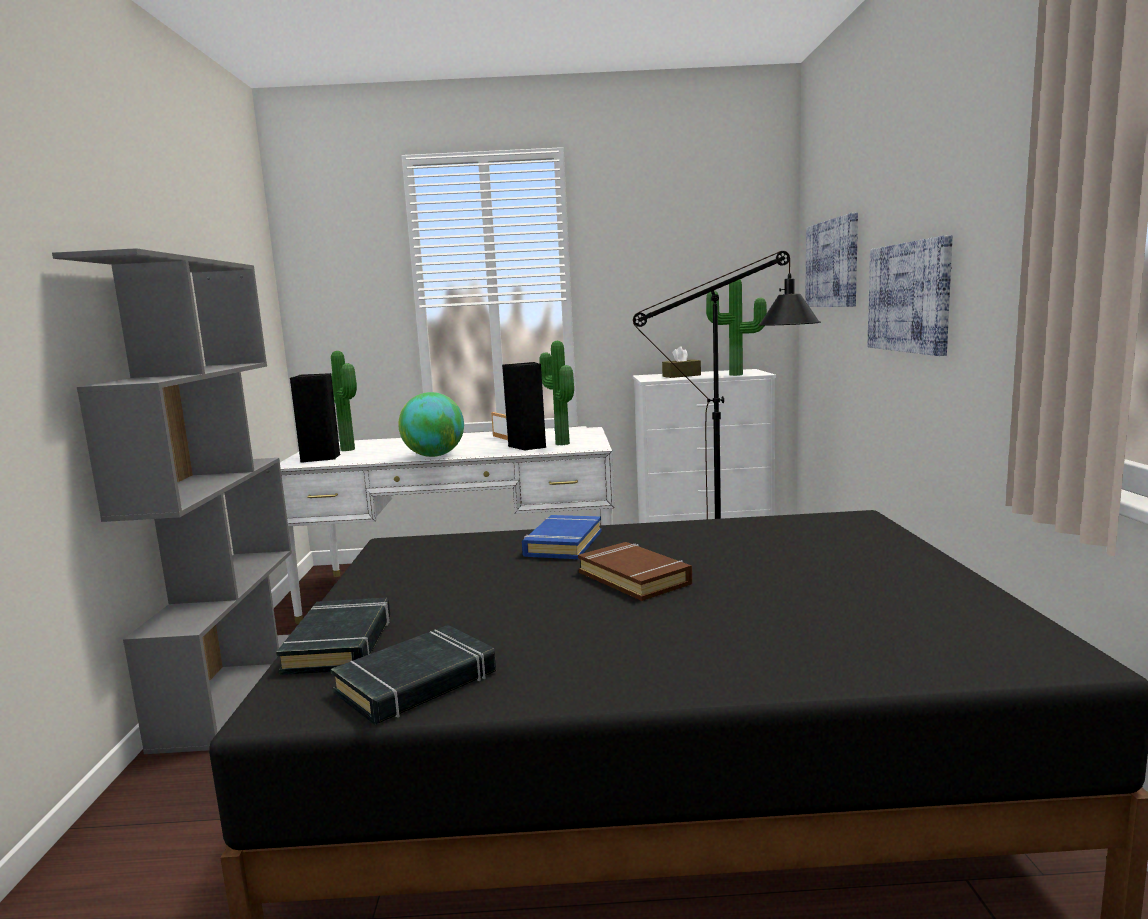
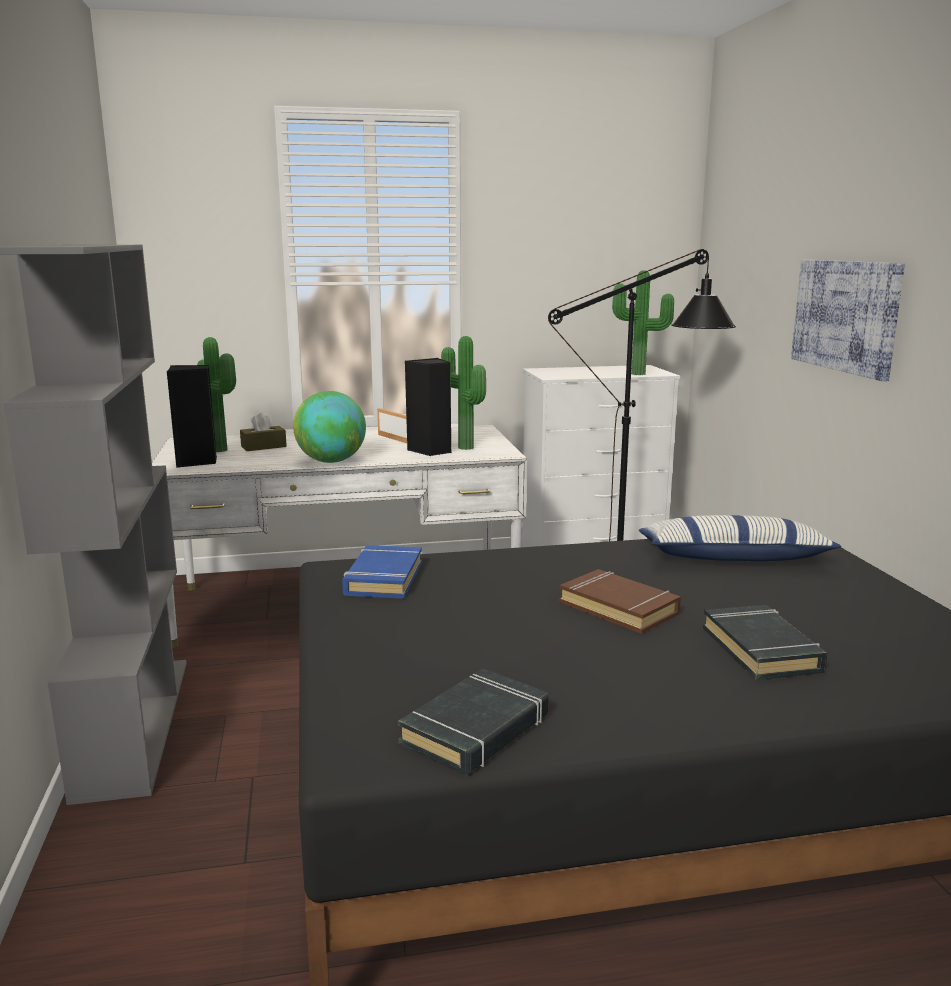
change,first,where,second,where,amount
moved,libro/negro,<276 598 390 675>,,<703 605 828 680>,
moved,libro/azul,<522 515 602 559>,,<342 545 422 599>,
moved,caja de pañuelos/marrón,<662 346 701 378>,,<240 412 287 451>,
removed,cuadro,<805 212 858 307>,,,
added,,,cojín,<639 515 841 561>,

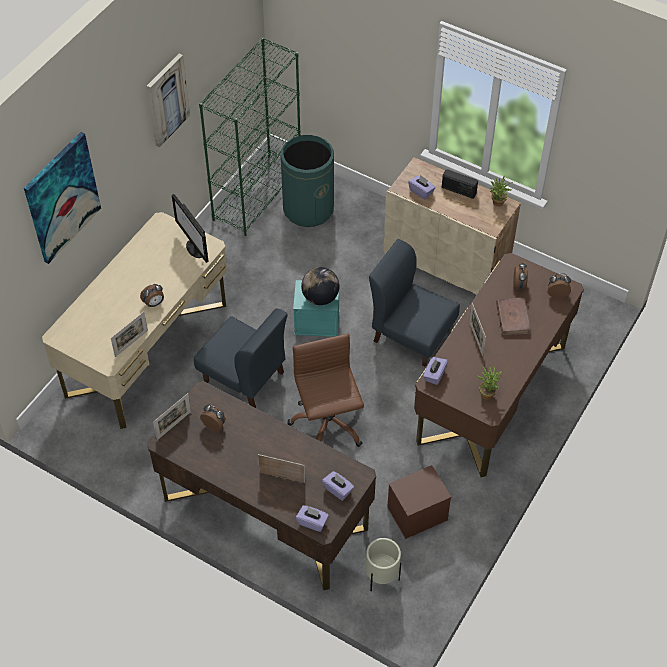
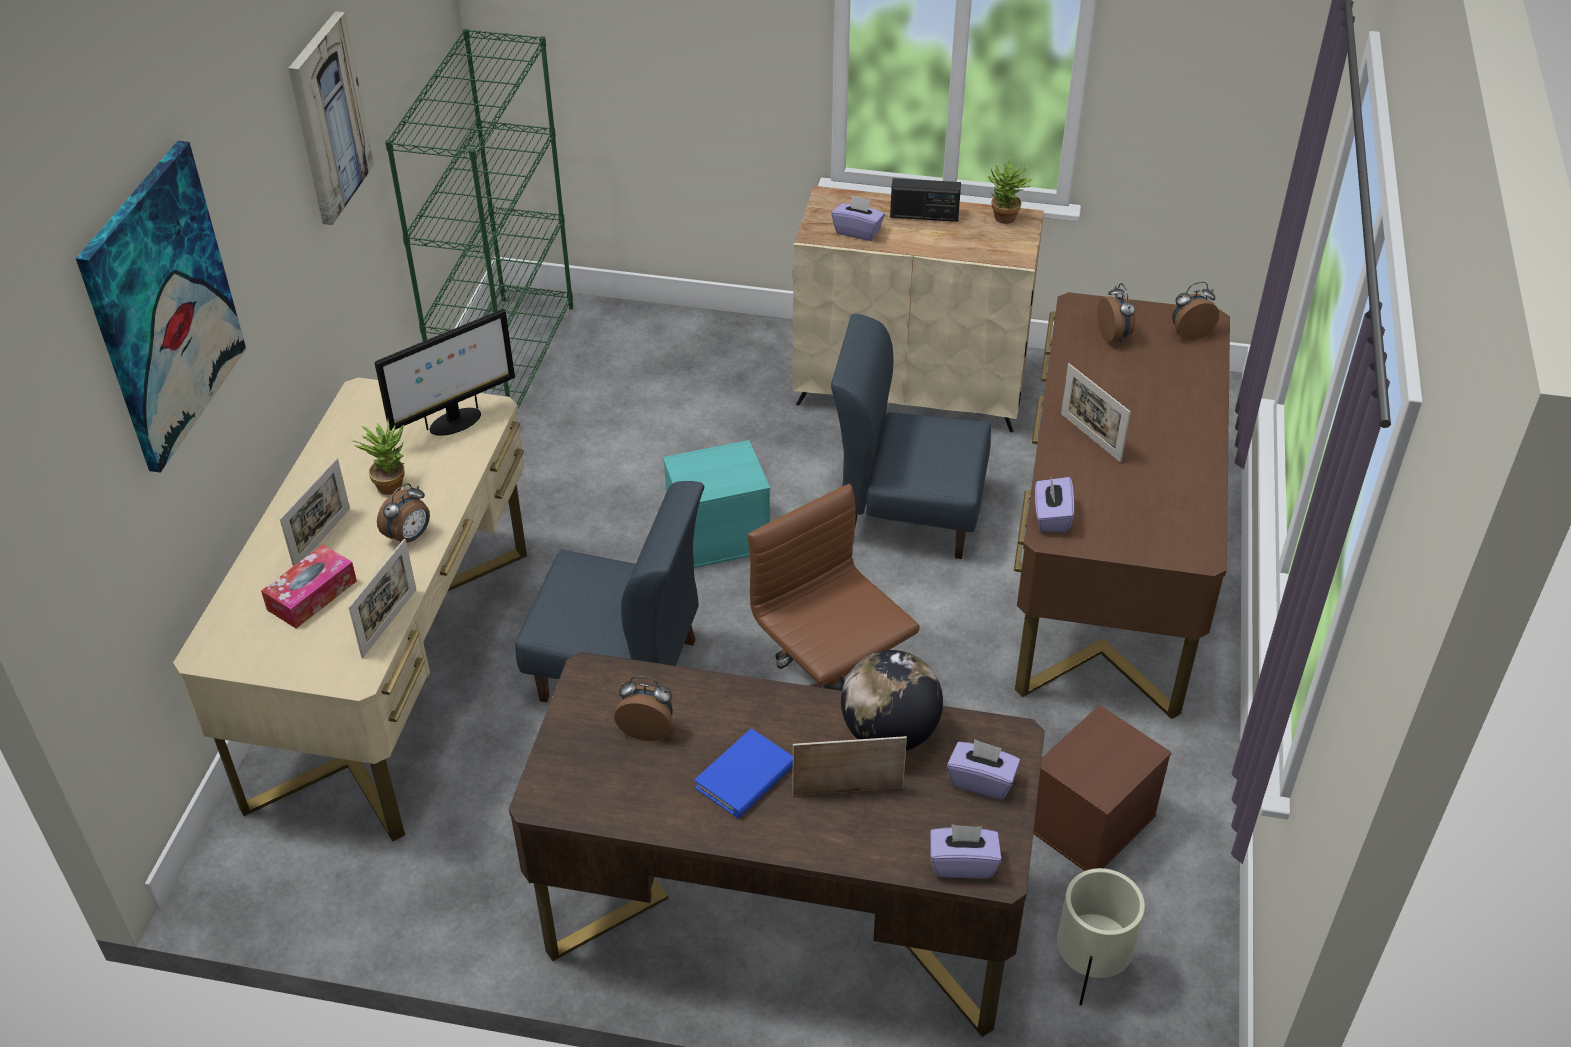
change,first,where,second,where,amount
moved,portarretratos,<153 393 191 440>,,<280 458 350 566>,
turned,monitor,<172 194 208 263>,,<375 309 515 436>,75 degrees counterclockwise
removed,papelera/verde,<281 135 334 227>,,,
moved,globo terráqueo,<301 267 340 305>,,<841 650 943 751>,
moved,planta en maceta,<477 366 502 399>,,<352 419 405 495>,
removed,libro/marrón,<496 298 531 335>,,,
added,,,caja de pañuelos,<261 544 357 629>,
added,,,libro/azul,<694 728 793 818>,

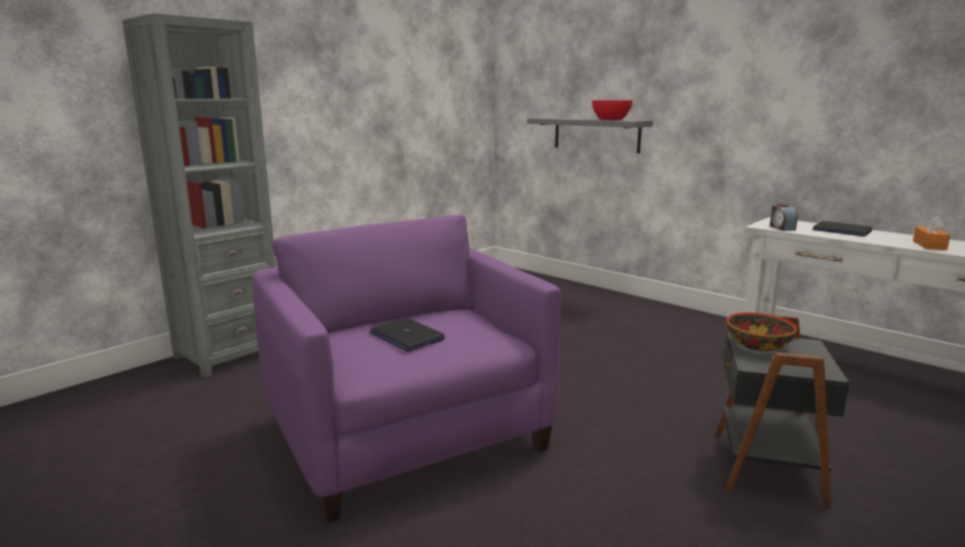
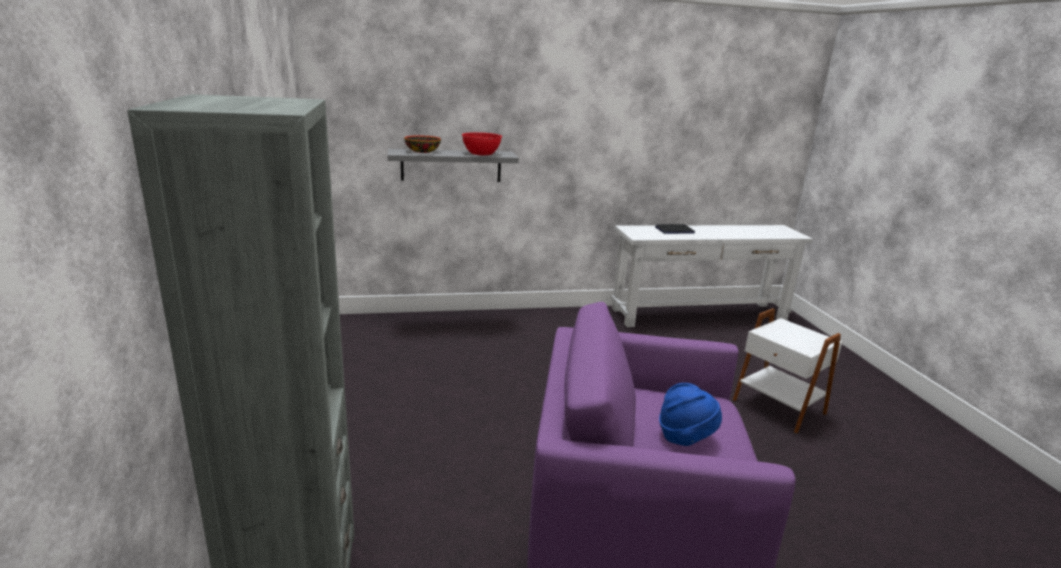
change,first,where,second,where,amount
replaced,portátil,<369 318 445 352>,sombrero/azul,<659 383 722 446>,
recoloured,mesa auxiliar/negro,<716 315 850 508>,mesa auxiliar/blanco,<733 308 842 434>,
moved,cuenco,<726 312 797 351>,,<404 135 441 153>,
removed,despertador,<770 204 798 231>,,,
removed,caja de pañuelos/naranja,<913 216 951 250>,,,

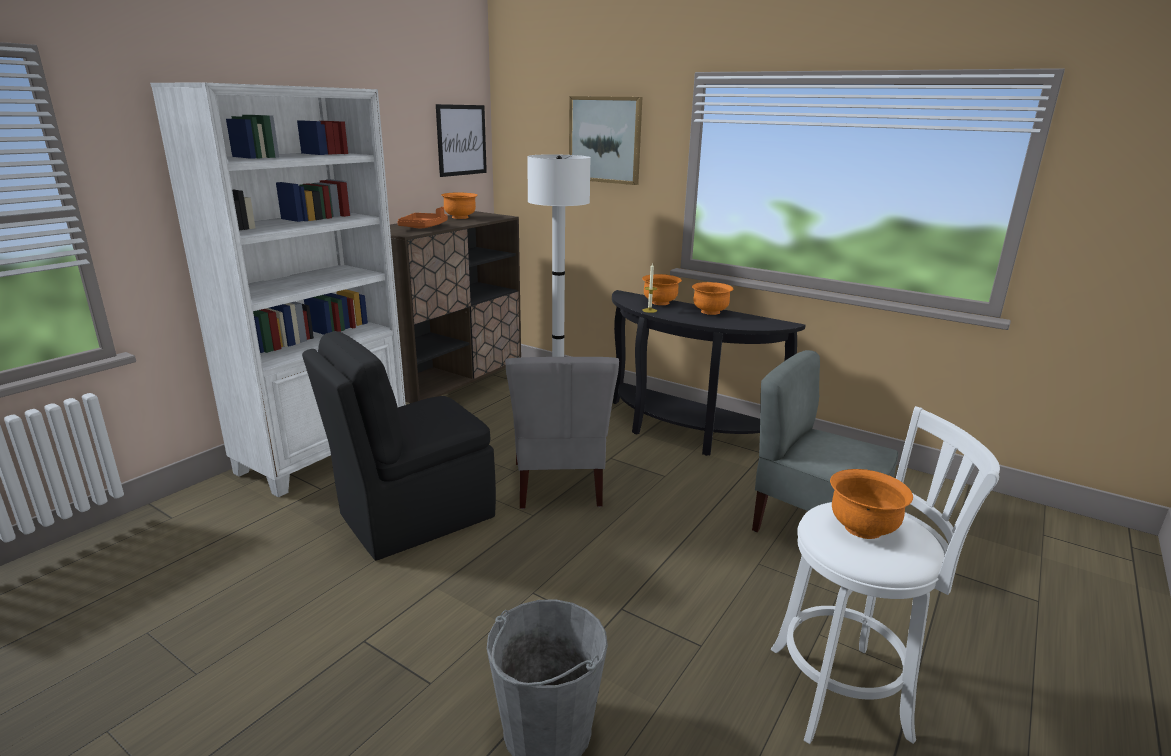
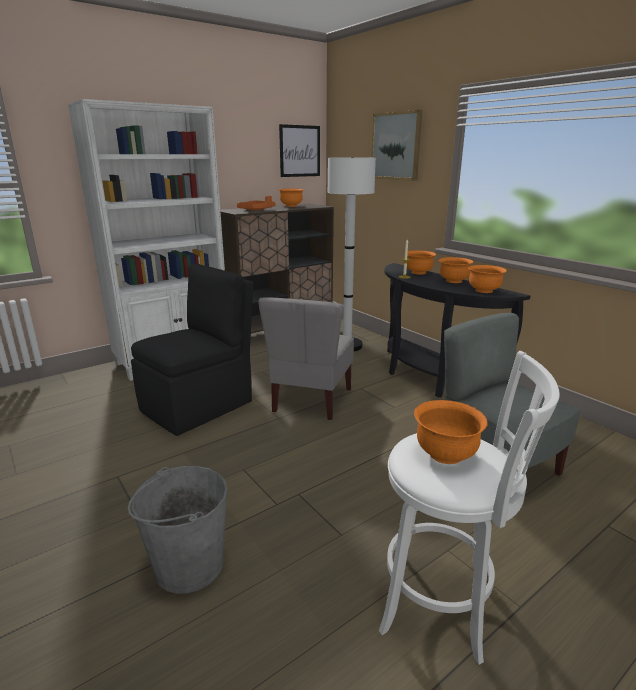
change,first,where,second,where,amount
turned,silla/negro,<302 331 496 561>,,<131 264 254 436>,150 degrees clockwise
added,,,cuenco/naranja,<468 265 507 293>,

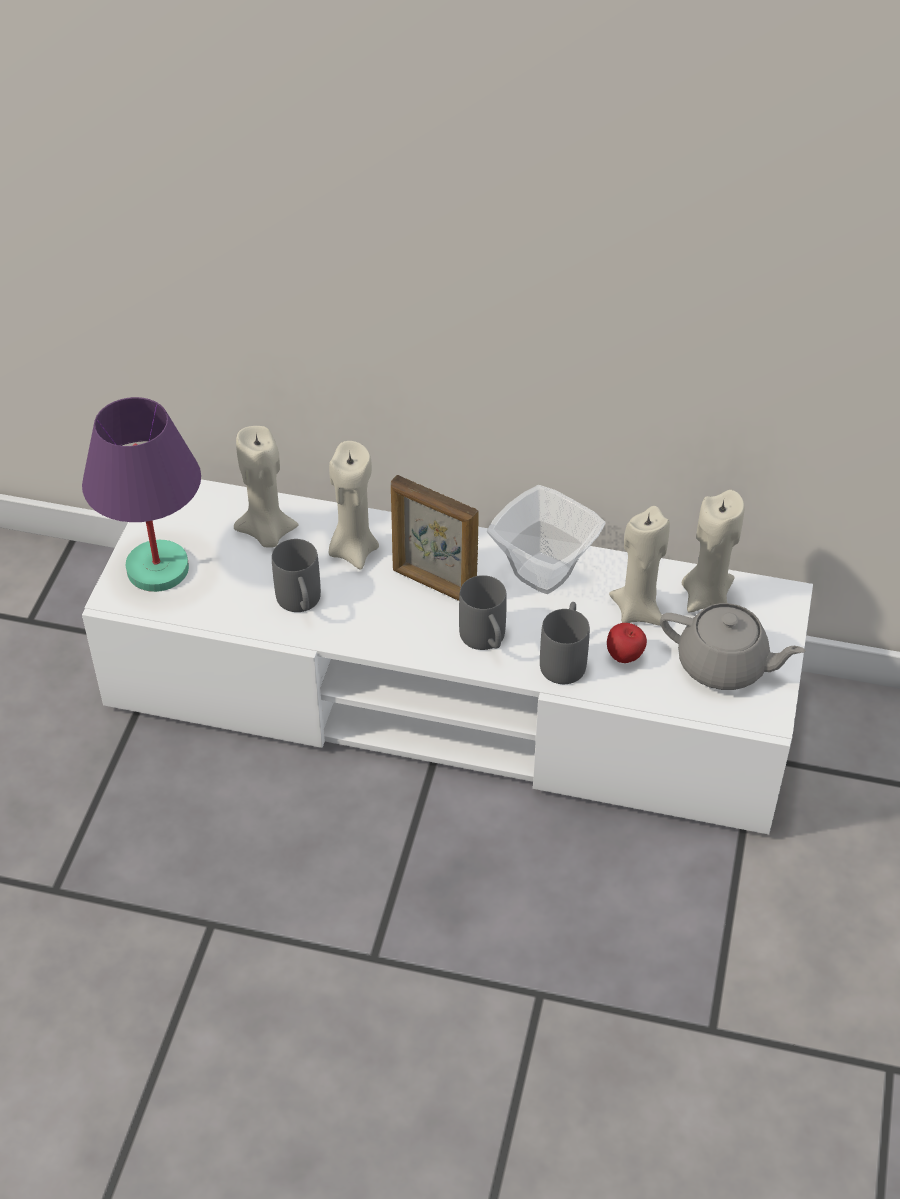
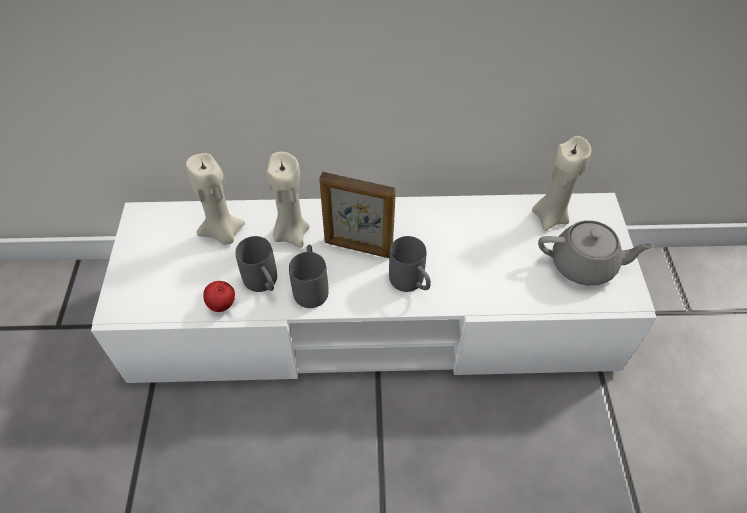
change,first,where,second,where,amount
removed,lámpara de mesa/morado,<82 397 201 592>,,,
removed,cuenco,<487 485 606 594>,,,
moved,taza grande/gris,<540 602 590 684>,,<289 244 329 308>,
moved,manzana,<607 623 647 663>,,<203 281 235 312>,
removed,vela/beis,<609 506 670 626>,,,

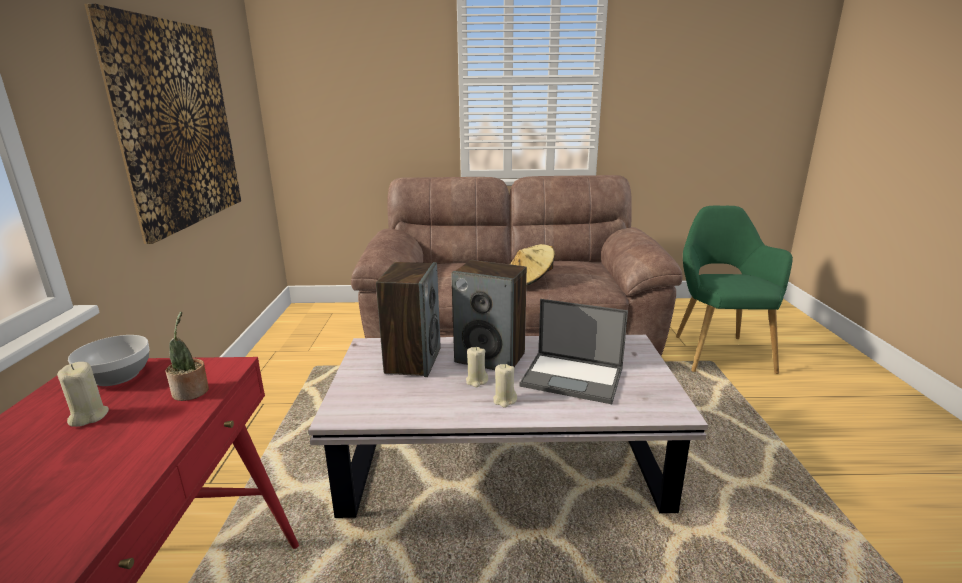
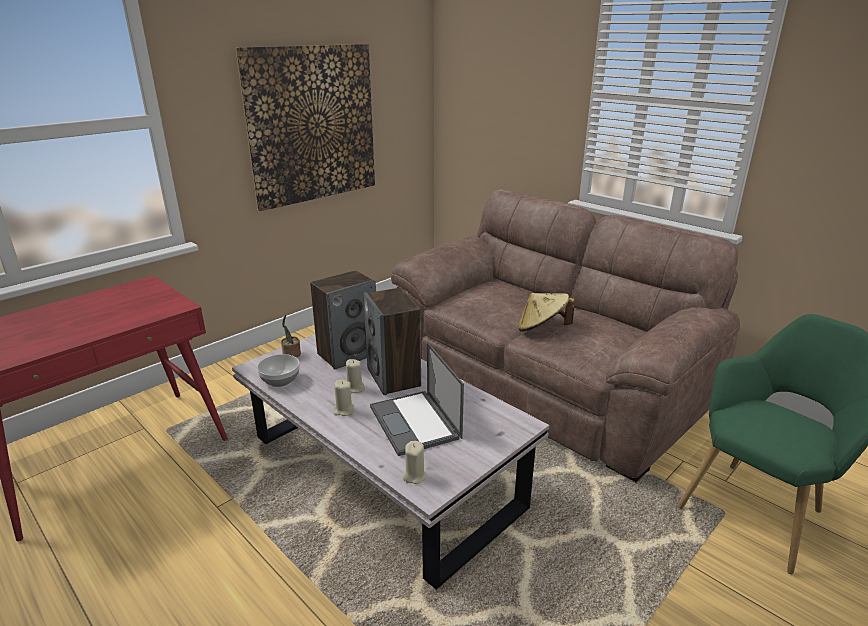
change,first,where,second,where,amount
moved,vela/beis,<57 362 109 427>,,<403 441 426 484>,
moved,cuenco,<68 335 149 386>,,<257 354 300 387>,
moved,planta en maceta,<166 312 209 401>,,<281 314 301 358>,

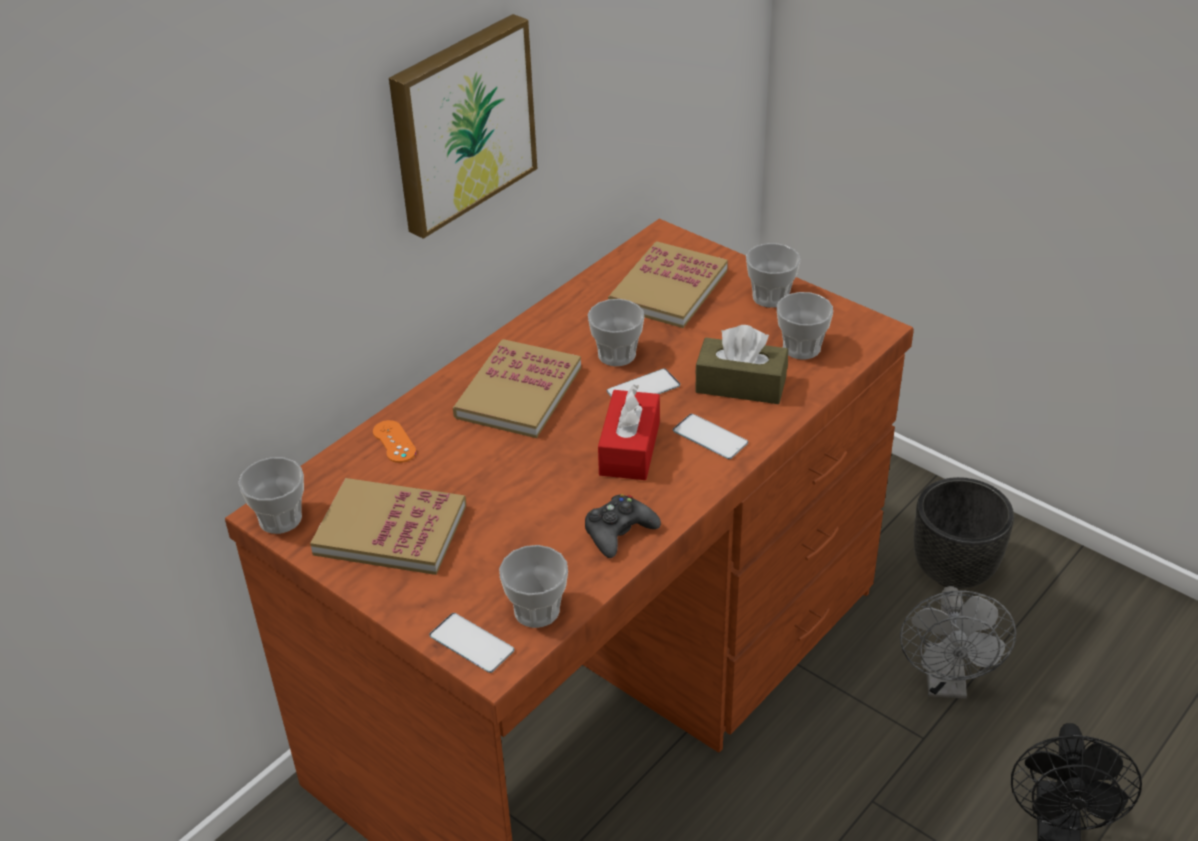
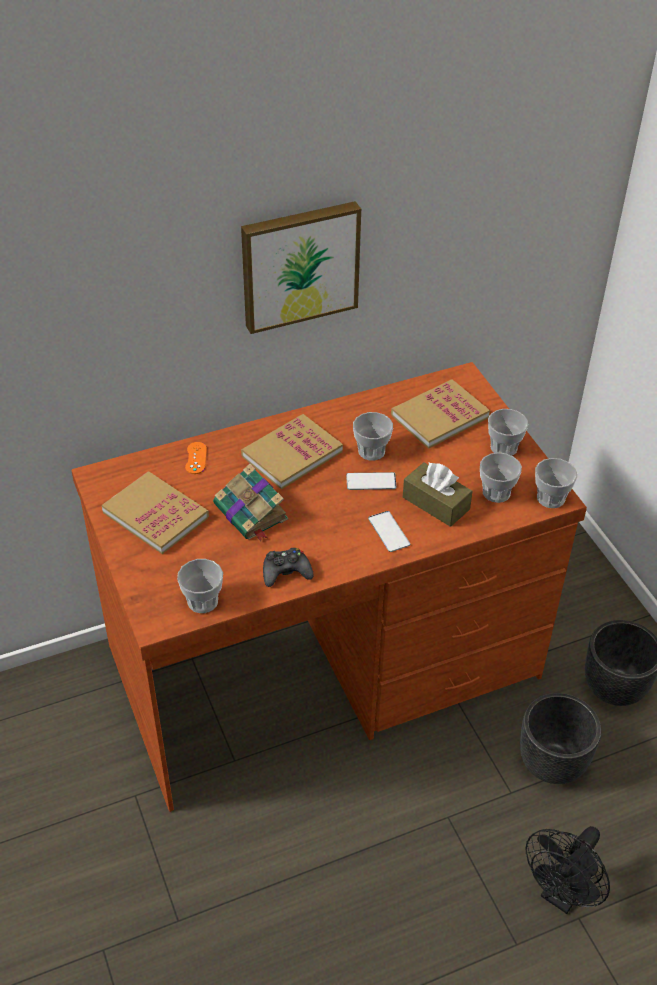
change,first,where,second,where,amount
moved,taza,<238 457 304 534>,,<535 458 577 508>,
removed,móvil,<429 613 515 673>,,,
removed,caja de pañuelos/rojo,<598 384 660 480>,,,
replaced,ventilador/gris,<900 586 1016 699>,maceta/negro,<520 693 601 784>,
added,,,libro,<213 464 288 541>,

